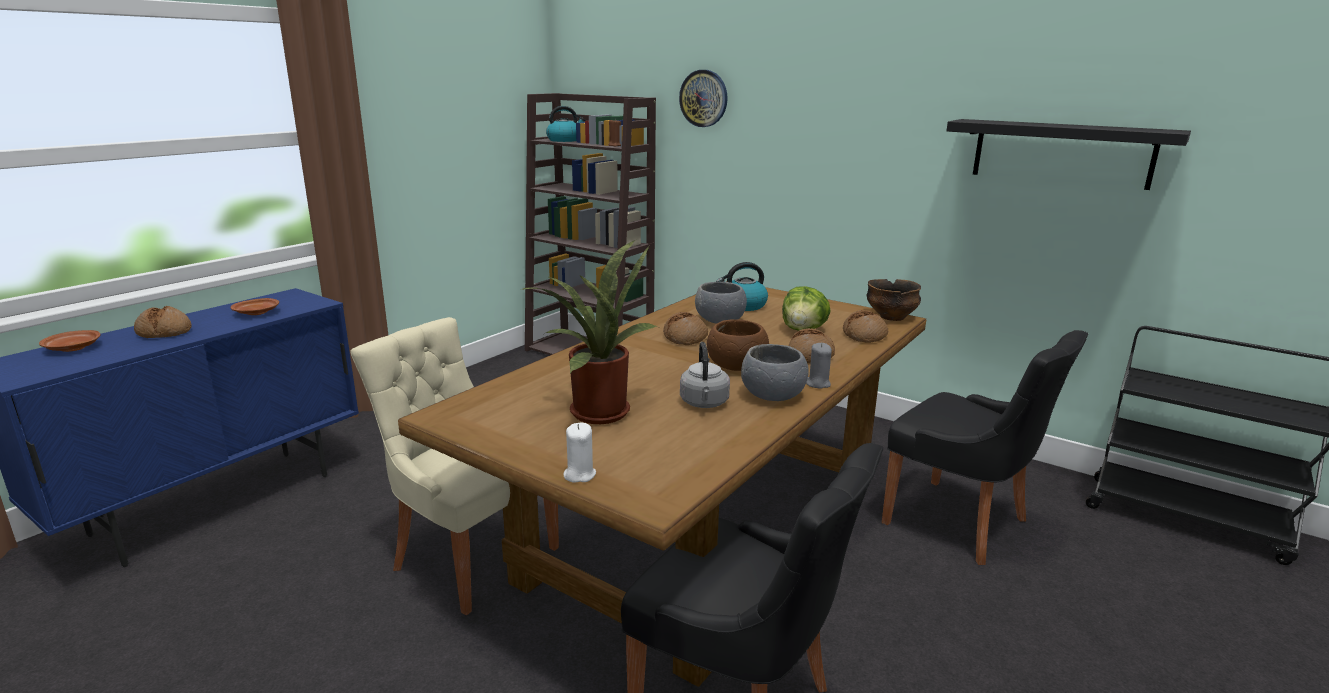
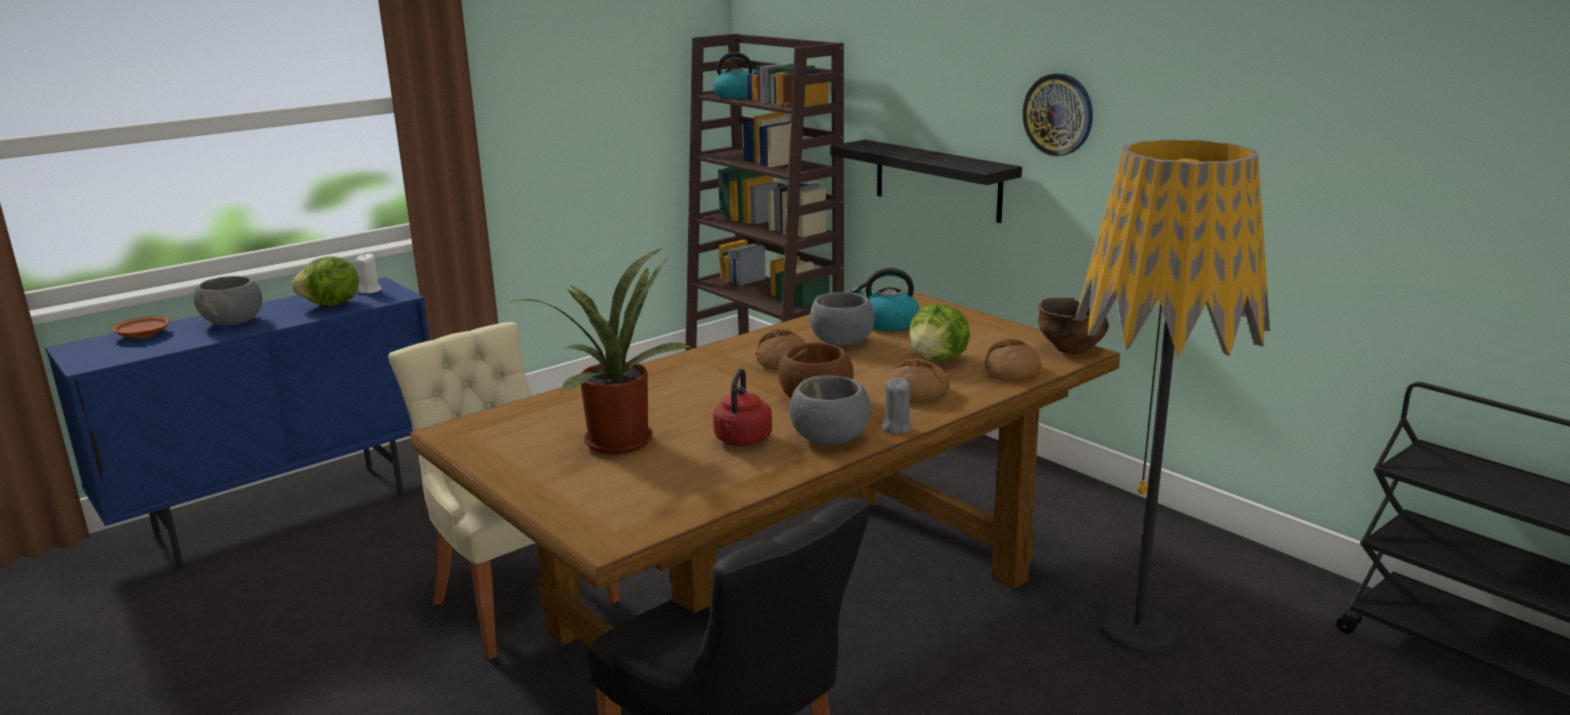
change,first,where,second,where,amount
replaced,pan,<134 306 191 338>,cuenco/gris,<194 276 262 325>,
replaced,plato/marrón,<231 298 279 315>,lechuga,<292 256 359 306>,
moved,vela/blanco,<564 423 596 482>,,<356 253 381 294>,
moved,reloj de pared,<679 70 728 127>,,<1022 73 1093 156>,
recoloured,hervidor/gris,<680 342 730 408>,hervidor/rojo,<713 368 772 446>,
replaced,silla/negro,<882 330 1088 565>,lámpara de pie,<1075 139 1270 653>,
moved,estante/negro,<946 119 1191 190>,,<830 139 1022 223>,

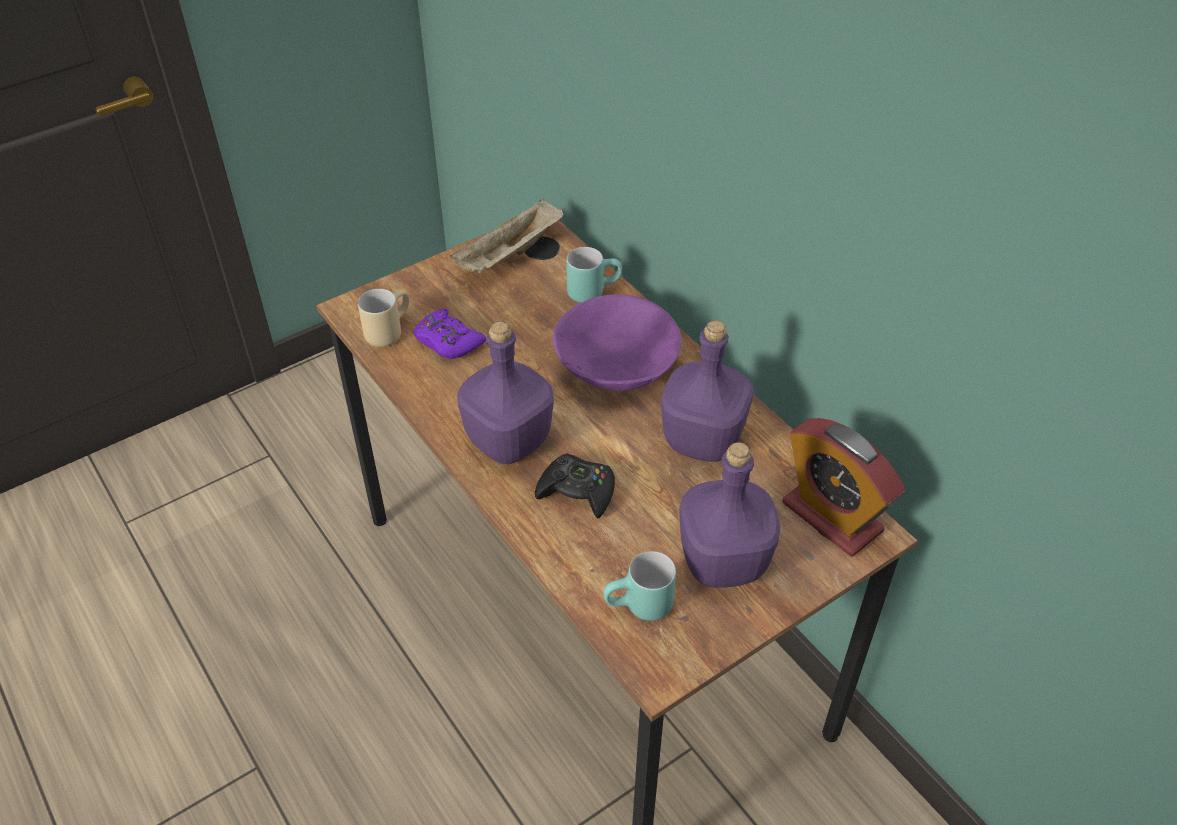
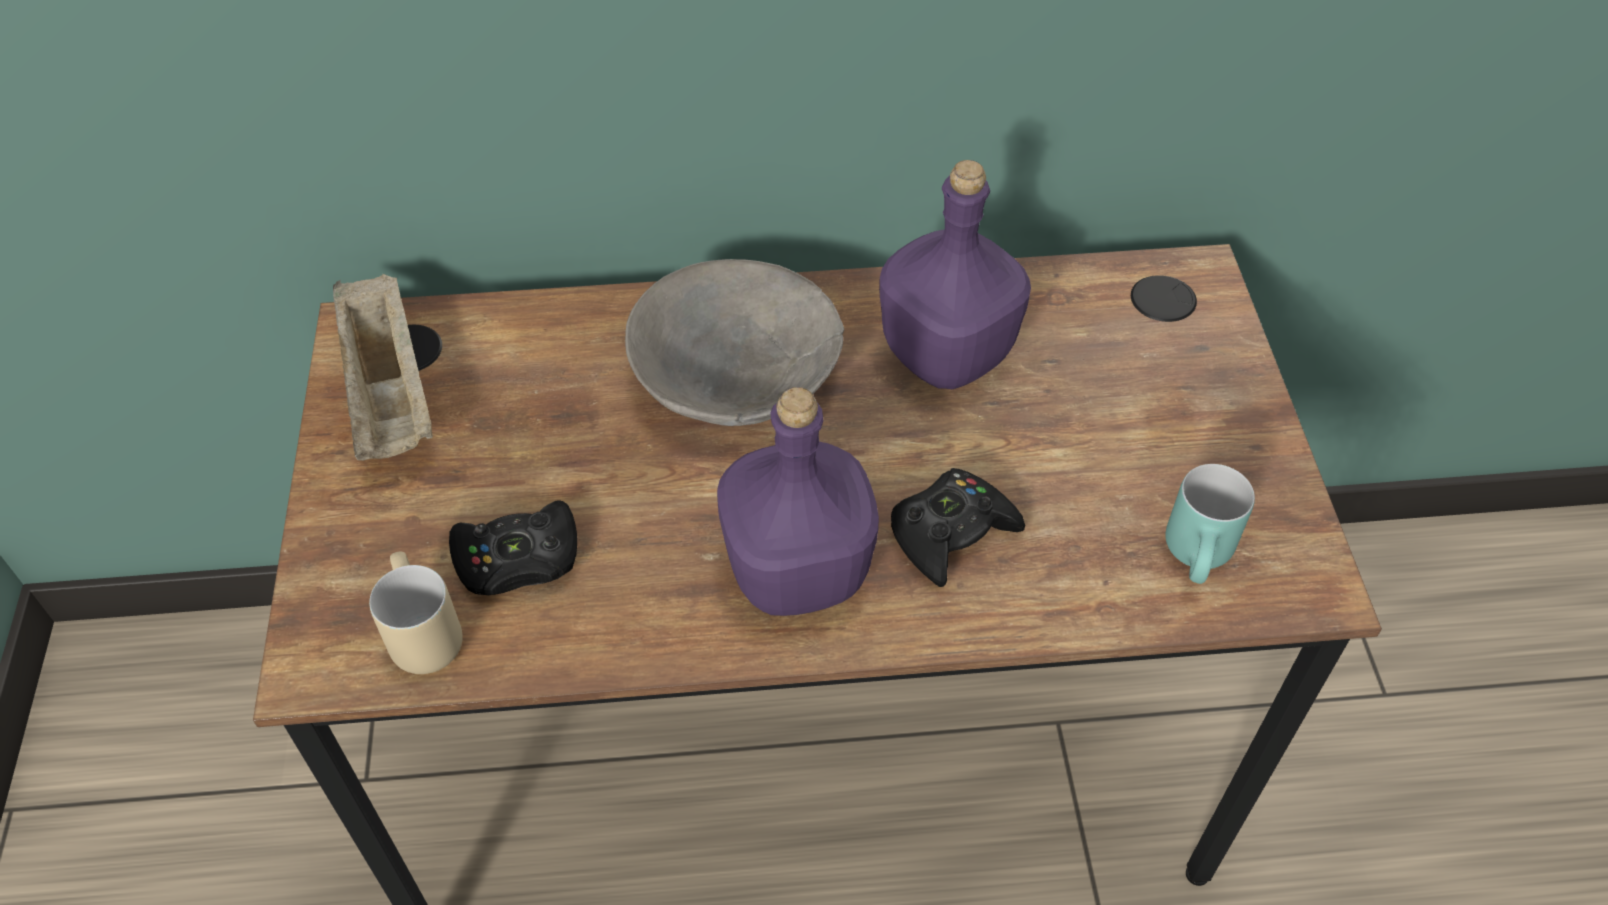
change,first,where,second,where,amount
recoloured,mando de consola/morado,<413 309 486 359>,mando de consola/negro,<449 500 577 595>,
recoloured,cuenco/morado,<552 294 681 391>,cuenco/gris,<625 259 844 426>,
removed,taza grande/turquesa,<566 247 622 303>,,,
removed,botella/morado,<679 442 780 588>,,,
removed,despertador,<782 418 905 556>,,,

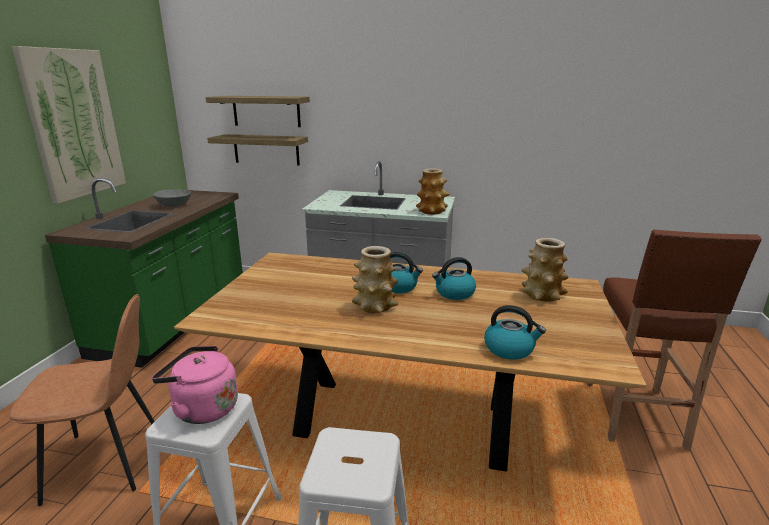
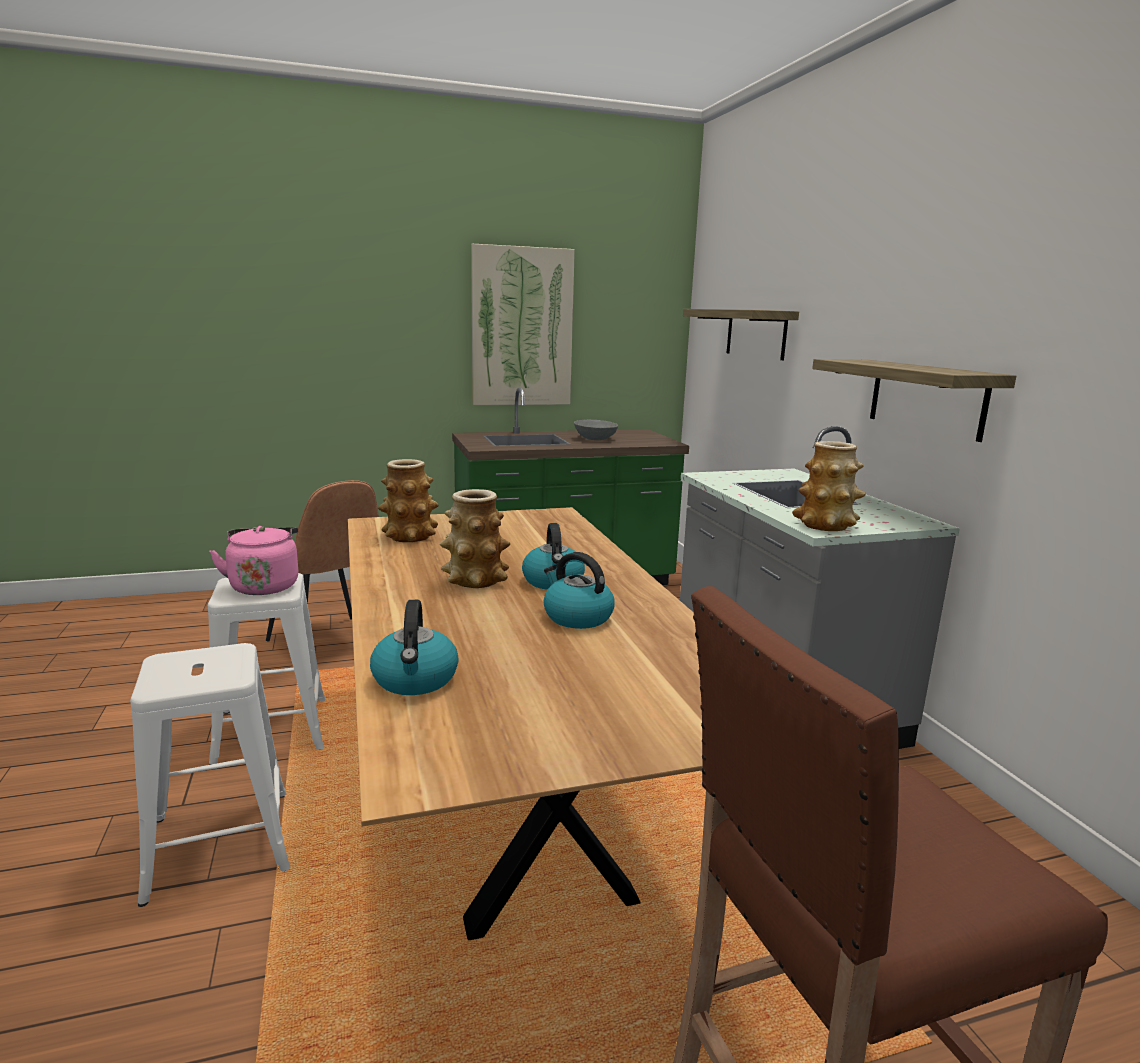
change,first,where,second,where,amount
moved,estante,<207 134 308 165>,,<812 359 1016 442>,
moved,florero,<521 238 568 302>,,<378 459 438 542>,

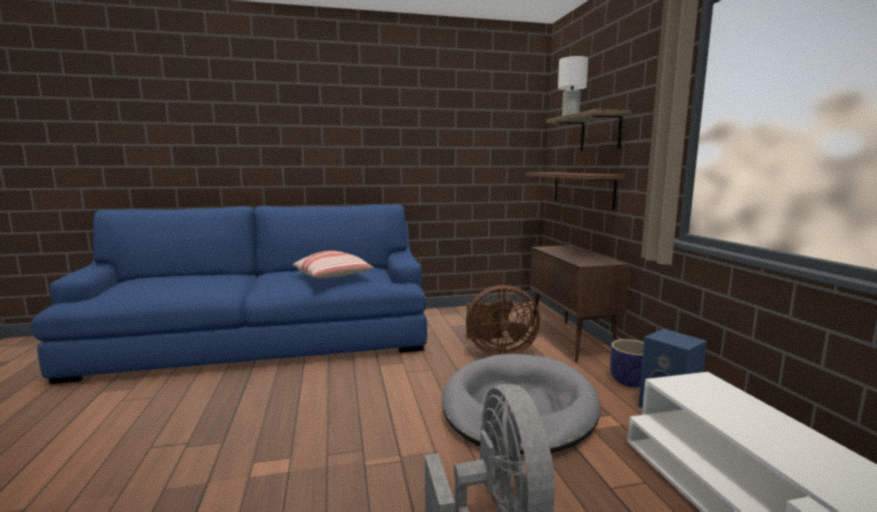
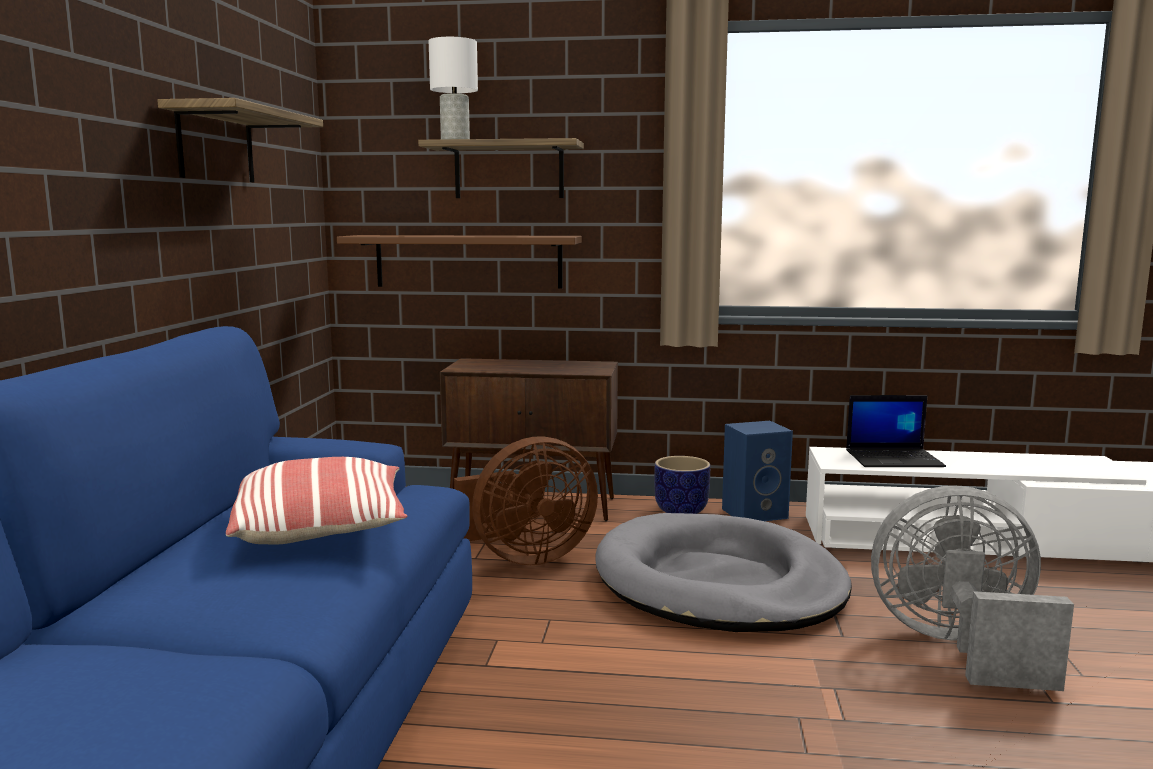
change,first,where,second,where,amount
turned,ventilador/marrón,<466 285 540 356>,,<454 436 598 565>,45 degrees clockwise
added,,,estante,<157 98 323 183>,
added,,,portátil,<846 395 946 467>,

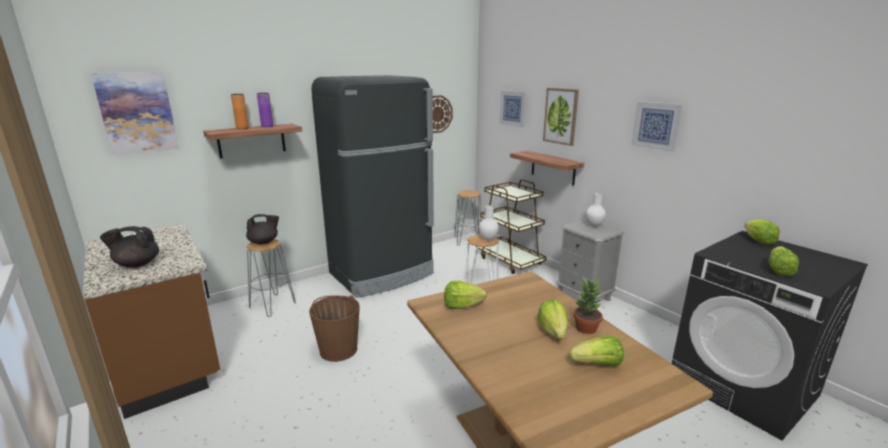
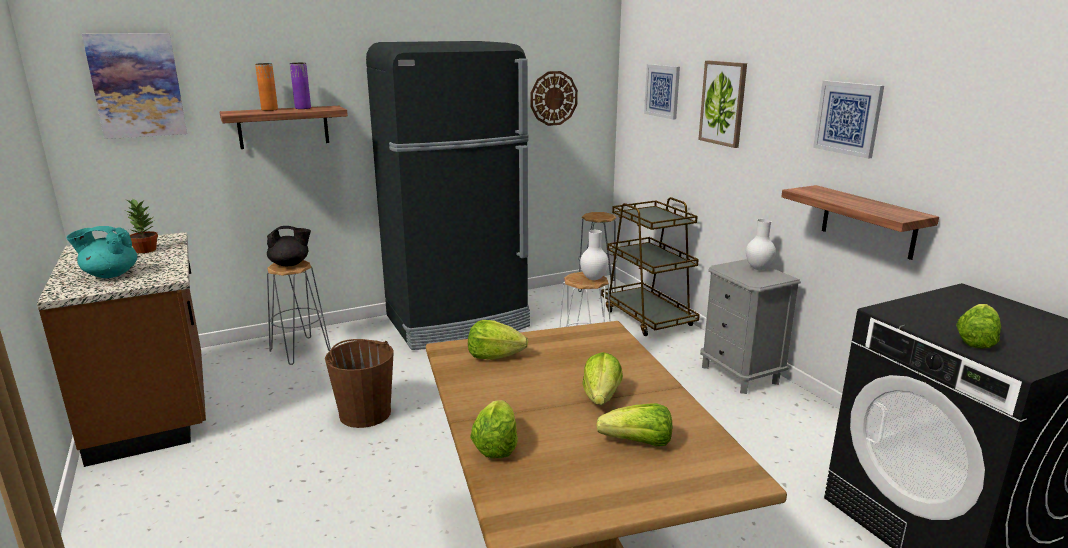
change,first,where,second,where,amount
recoloured,tetera/negro,<100 226 159 268>,tetera/turquesa,<66 226 137 278>,
moved,estante,<510 151 584 186>,,<781 185 939 260>,
moved,planta en maceta,<573 278 605 334>,,<127 199 158 253>,
moved,lechuga,<744 219 780 245>,,<470 400 518 458>,

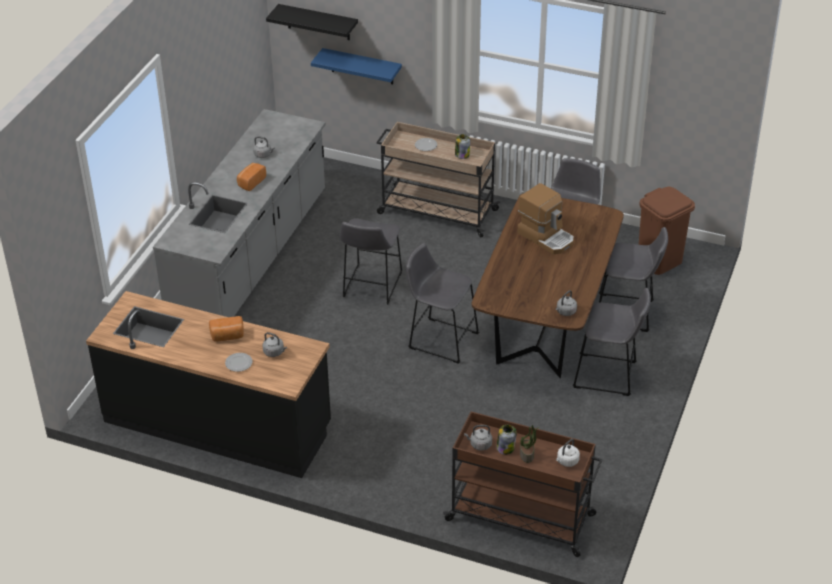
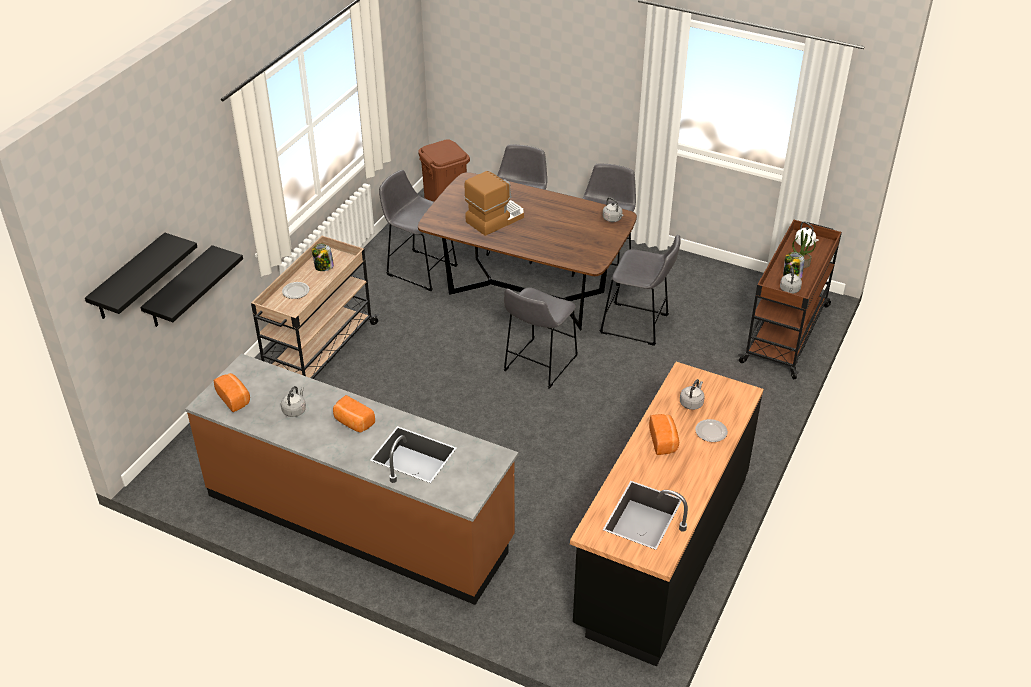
change,first,where,second,where,amount
recoloured,mueble bajo de cocina/gris,<153 109 326 317>,mueble bajo de cocina/marrón,<185 353 518 605>,
recoloured,estante/azul,<311 48 402 84>,estante/negro,<140 245 243 327>,
moved,taburete/gris,<340 218 402 304>,,<600 235 681 346>,
added,,,pan,<214 373 250 412>,

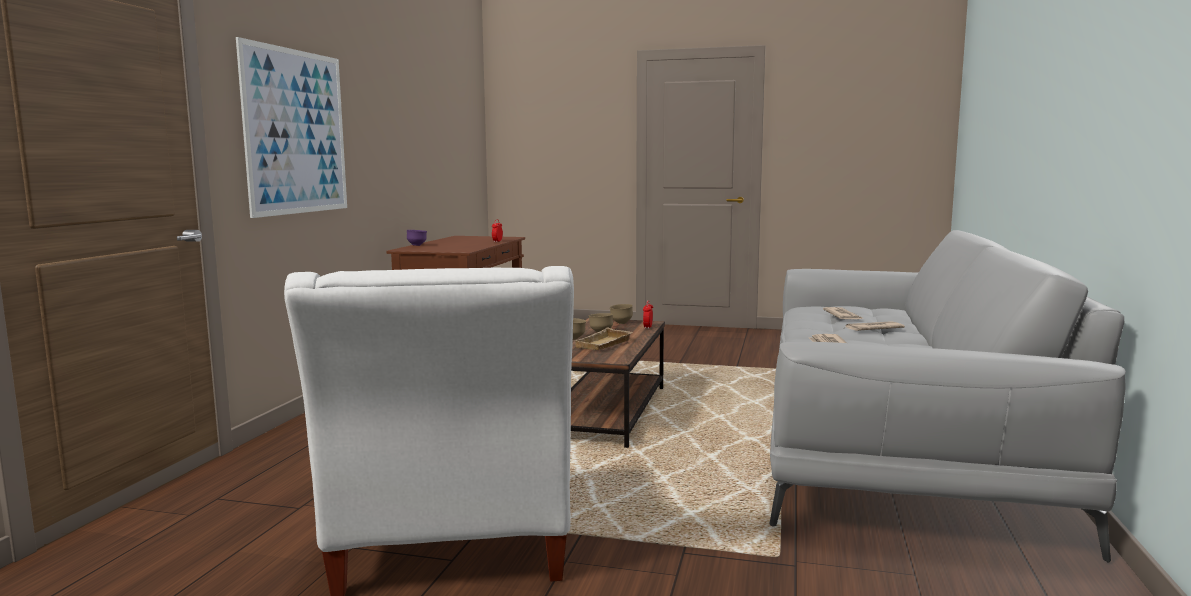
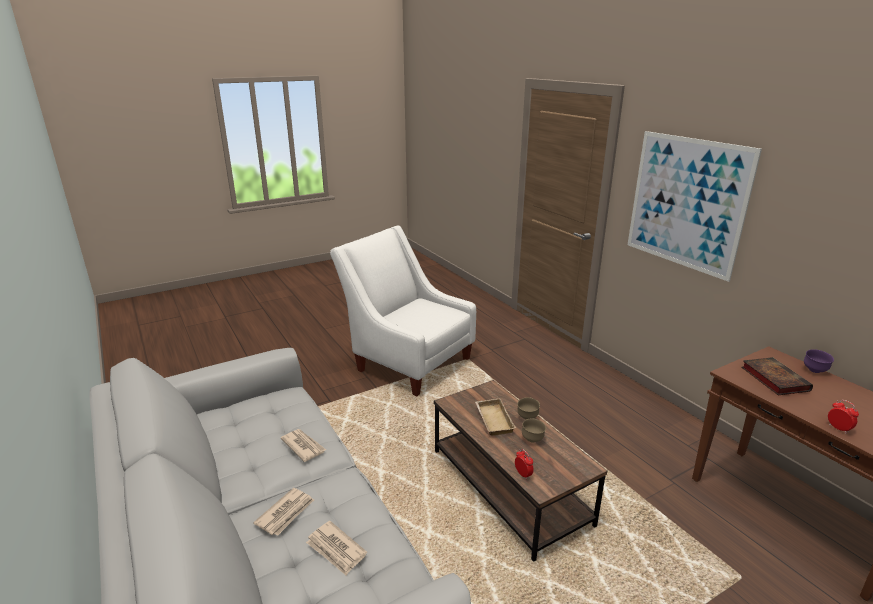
change,first,where,second,where,amount
removed,cuenco/marrón,<610 304 633 324>,,,
added,,,libro,<741 357 813 395>,

